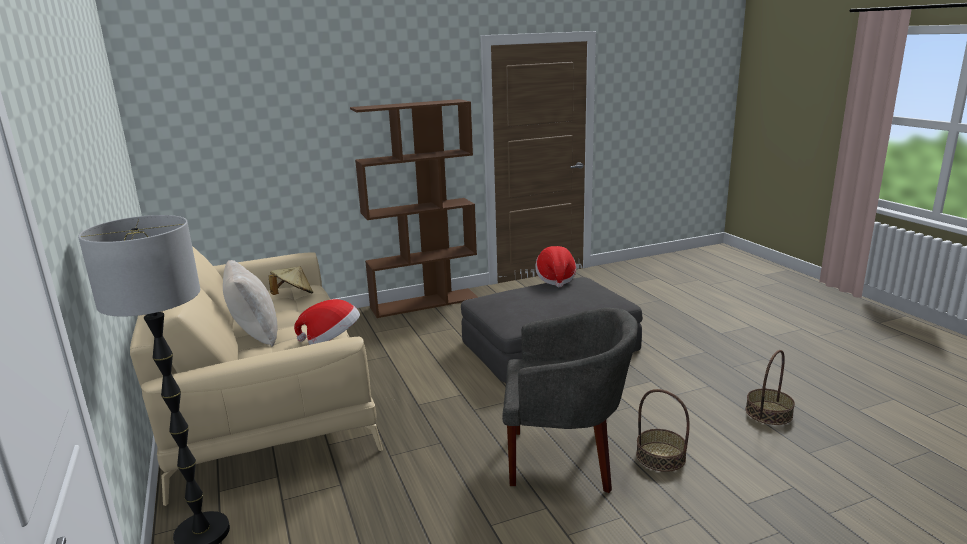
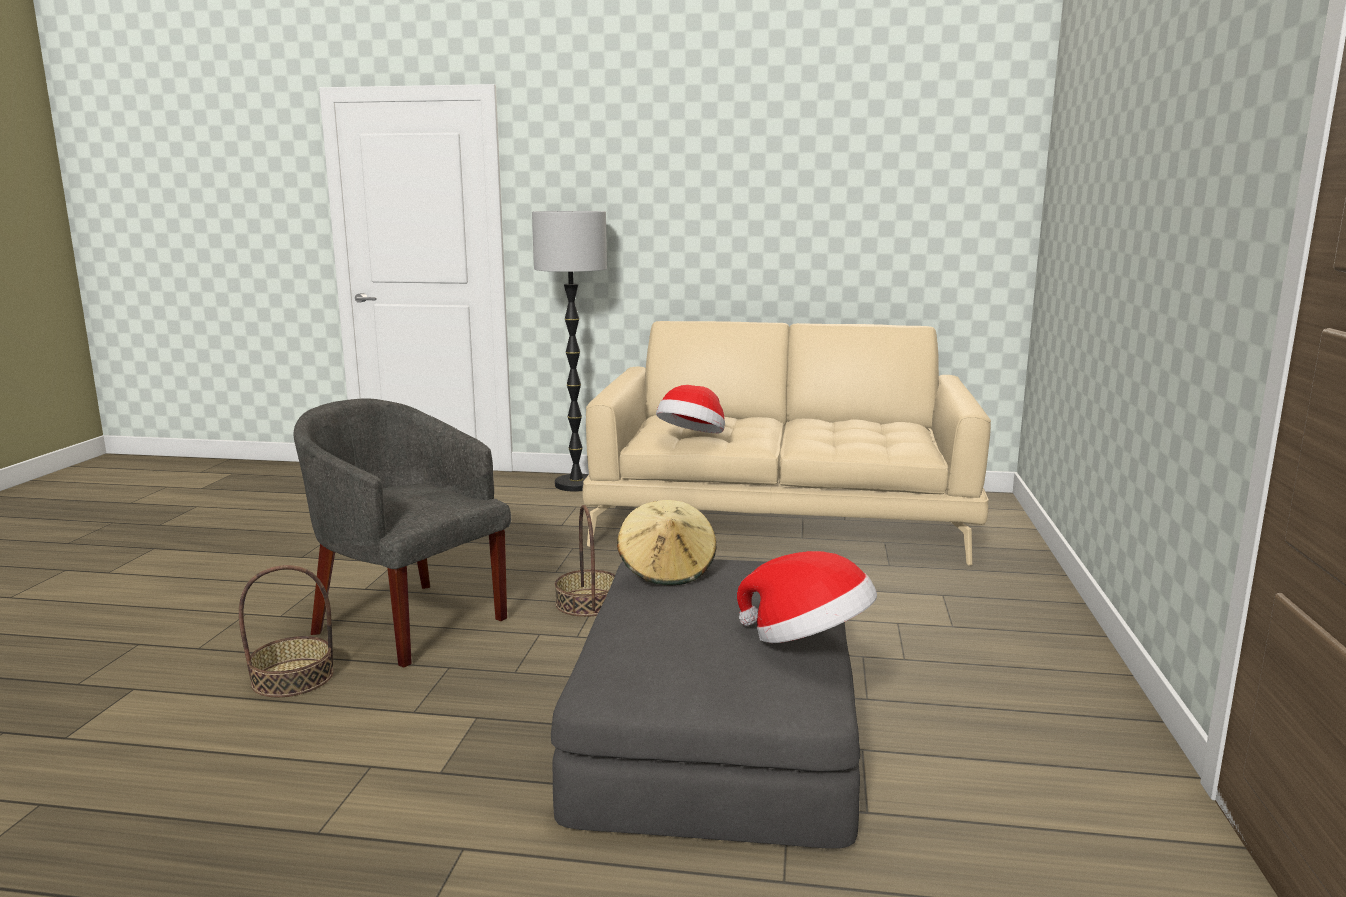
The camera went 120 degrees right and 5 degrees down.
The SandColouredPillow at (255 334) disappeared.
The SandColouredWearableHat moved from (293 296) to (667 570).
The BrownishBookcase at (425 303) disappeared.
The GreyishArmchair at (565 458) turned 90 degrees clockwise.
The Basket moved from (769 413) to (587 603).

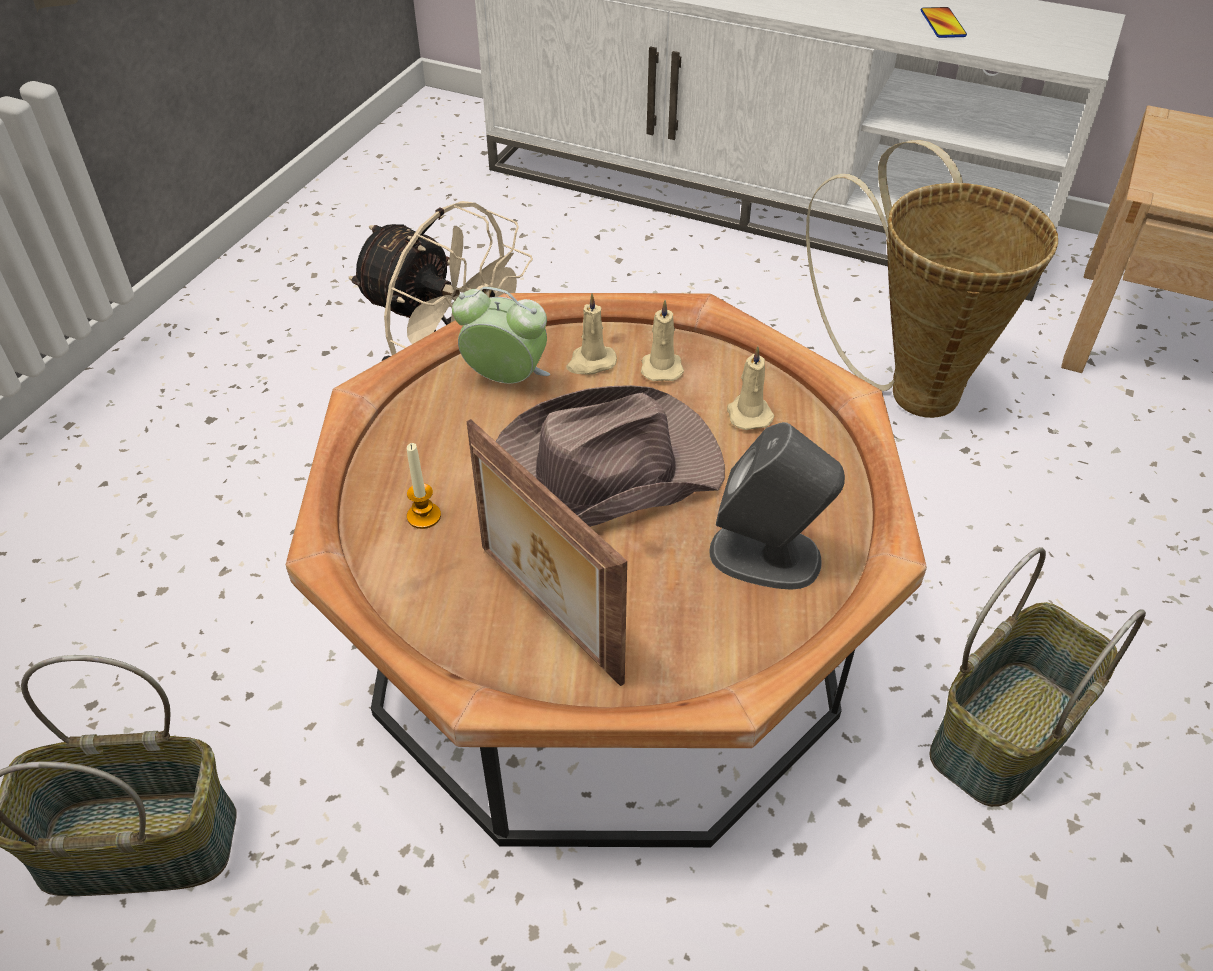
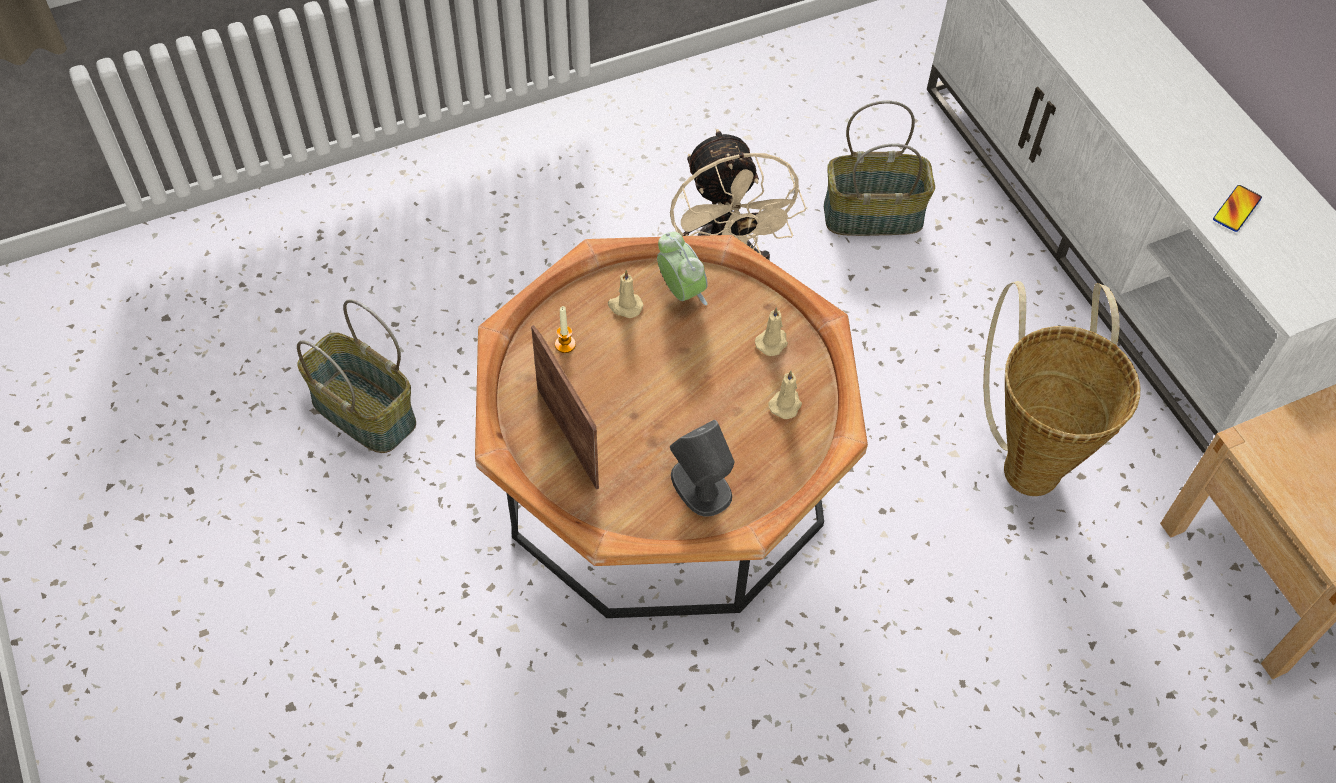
The camera went 40 degrees right and 10 degrees up.
The StandingFrame at (546 614) turned 150 degrees clockwise.
The BrownishWearableHat at (602 471) disappeared.
The SandColouredWaxLight moved from (590 362) to (625 306).
The Basket moved from (1004 730) to (873 214).

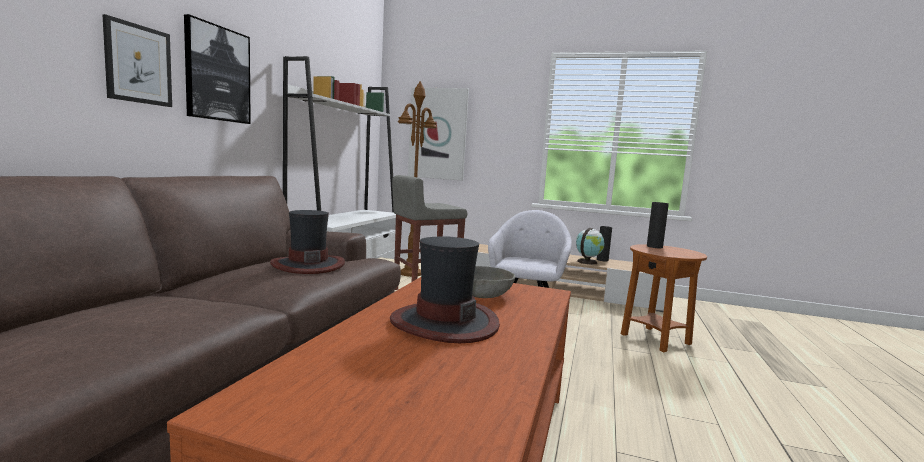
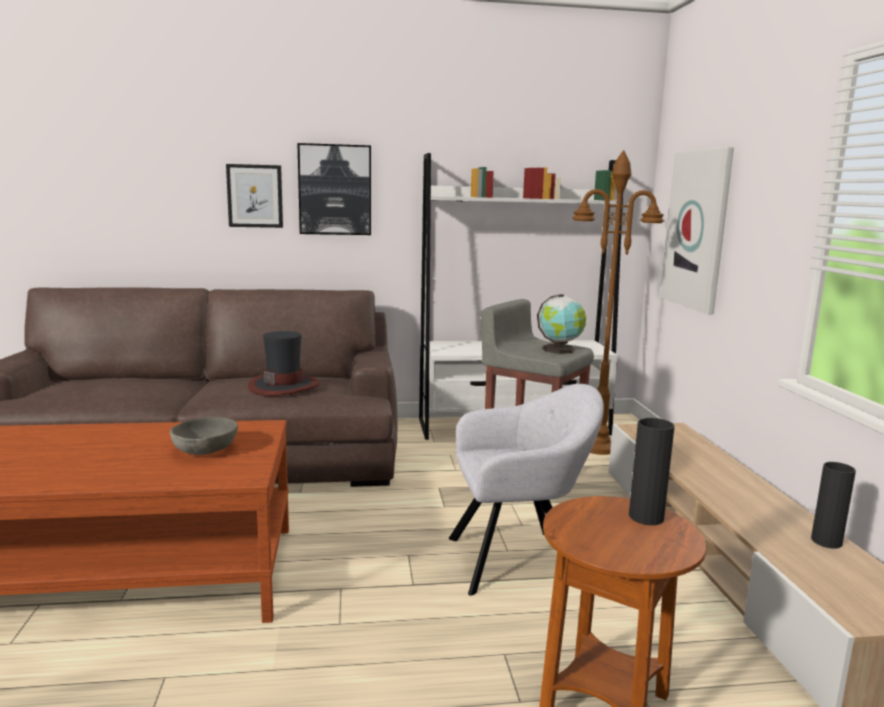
The camera went 65 degrees right and 5 degrees up.
The WearableHat at (444 322) disappeared.
The Globe moved from (587 262) to (560 350).

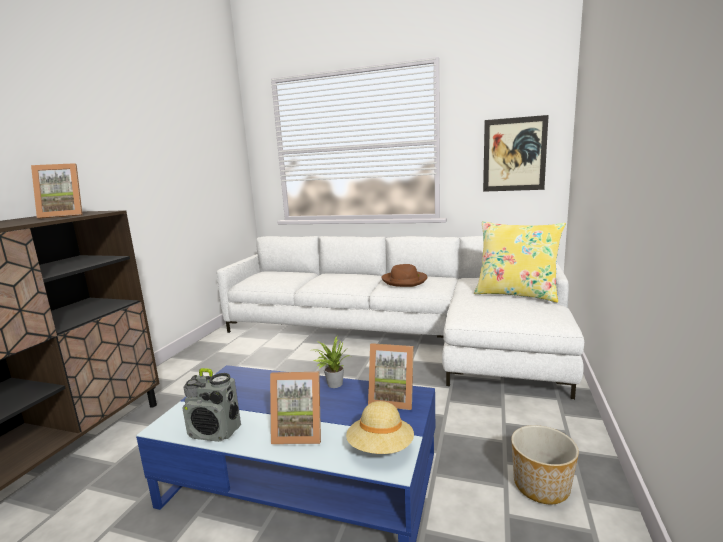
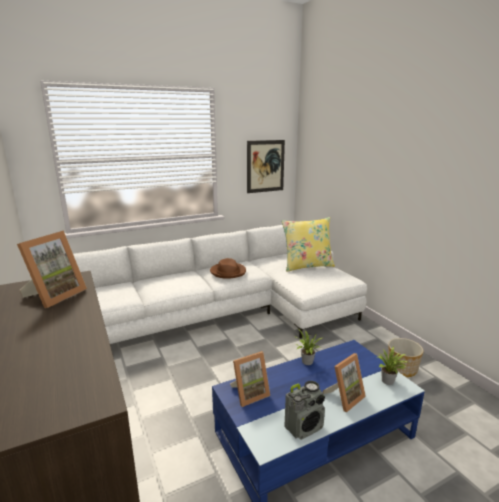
The camera went 45 degrees left and 5 degrees up.
The SandColouredWearableHat at (381 448) was replaced by the PottedPlant at (389 382).
The StandingFrame moved from (392 399) to (249 394).

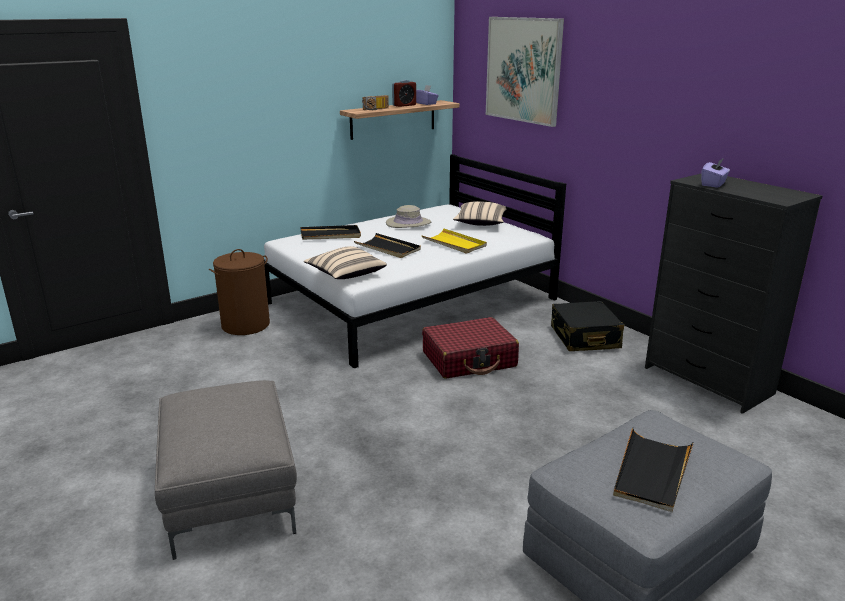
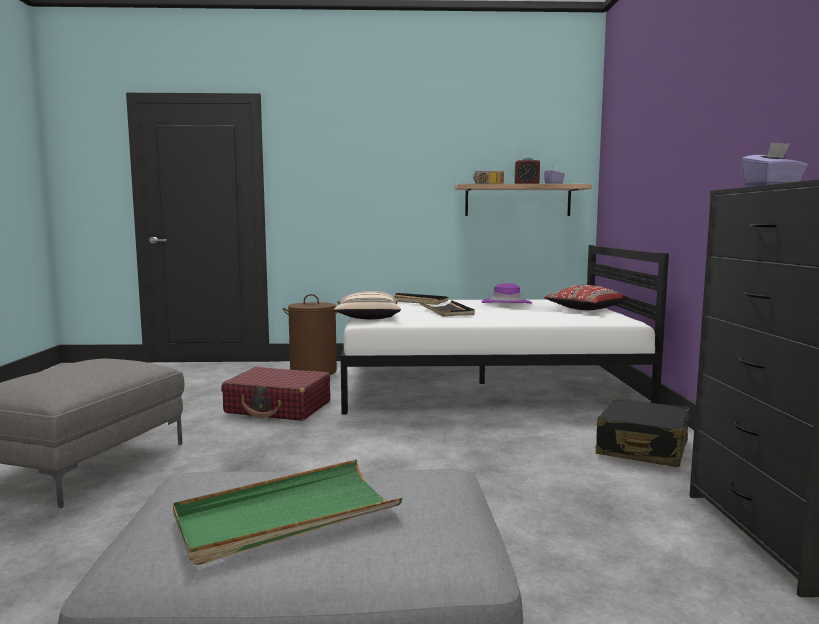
The camera went 35 degrees right and 15 degrees down.
The SandColouredWearableHat at (408 223) became the PurpleWearableHat at (506 303).
The YellowColouredCarryingTray at (454 243) disappeared.
The RedColouredTravelCase moved from (469 359) to (278 407).
The SandColouredPillow at (480 223) became the RedColouredPillow at (584 310).
The WallPicture at (523 70) disappeared.
The BlackColouredCarryingTray at (651 472) became the GreenCarryingTray at (286 516).

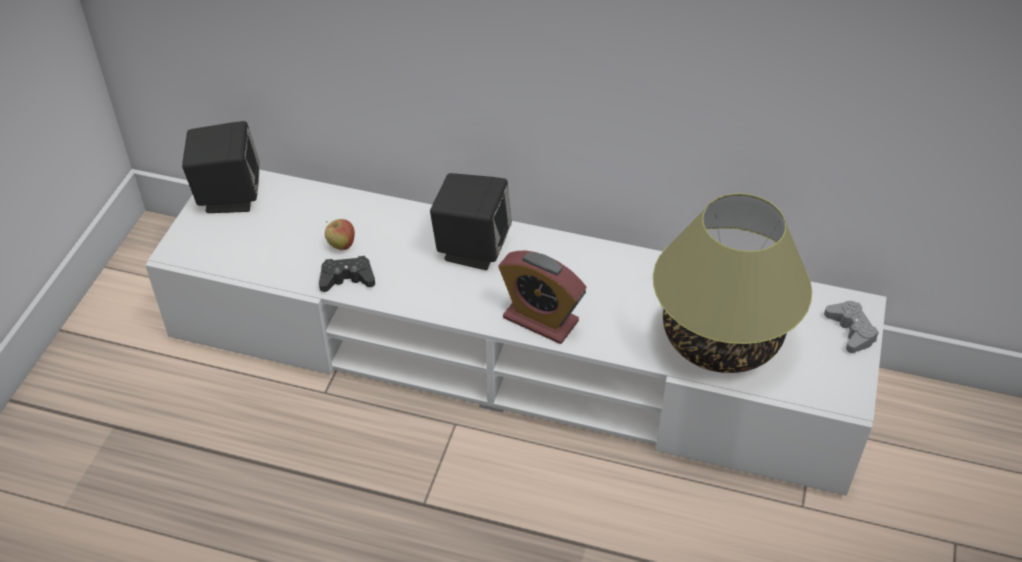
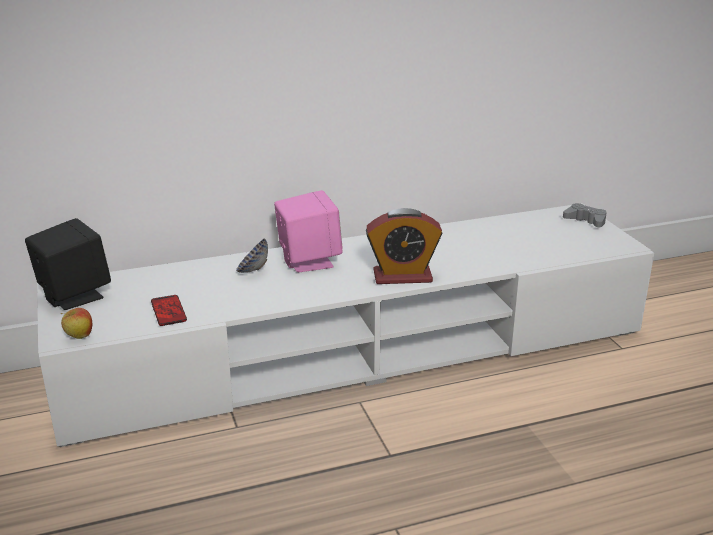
The camera went 35 degrees left and 20 degrees down.
The BlackColouredGameController at (347 279) disappeared.
The WholeApple moved from (341 245) to (79 337).
The BlackColouredAudioSpeaker at (472 247) became the PinkAudioSpeaker at (308 261).
The LampForATable at (722 339) disappeared.
The Telephone at (168 311) appeared.
The Bowl at (253 270) appeared.

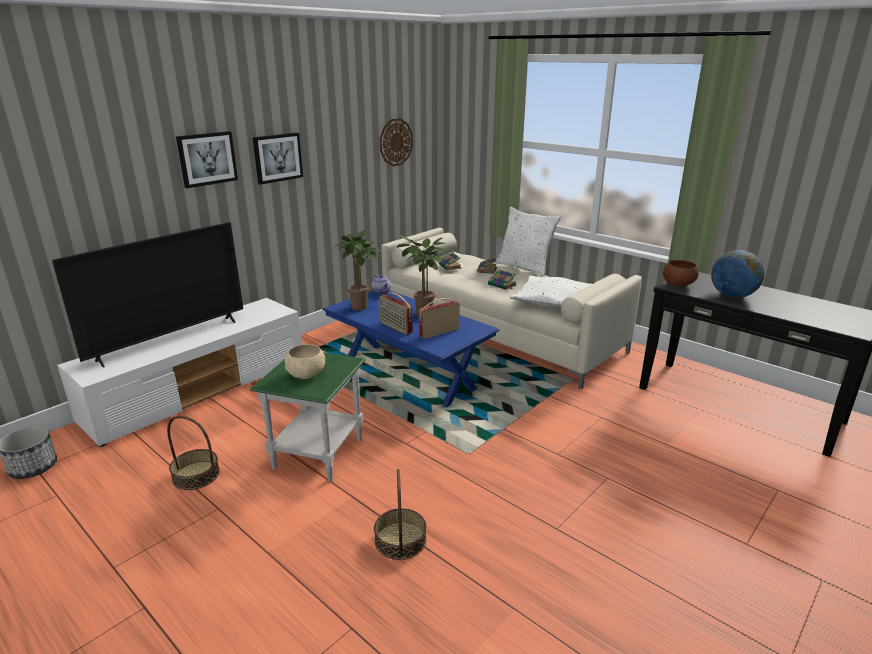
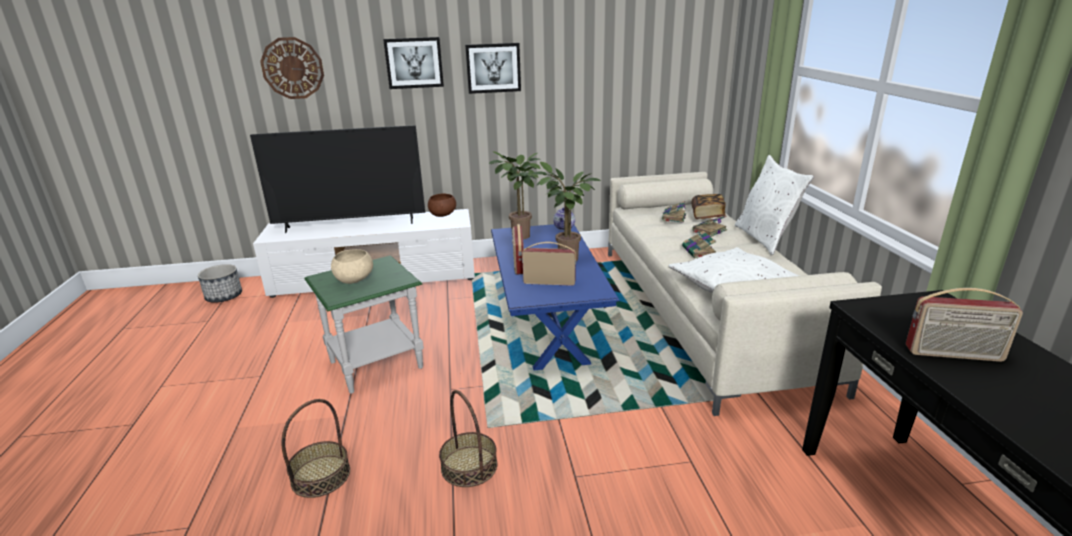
The camera went 40 degrees right and 0 degrees up.
The Basket moved from (196 475) to (469 466).
The ClockOnTheWall moved from (395 142) to (292 68).
The BrownishBowl moved from (678 285) to (443 215).
The Globe at (732 296) was replaced by the RadioSet at (954 355).
The Volume at (707 215) appeared.

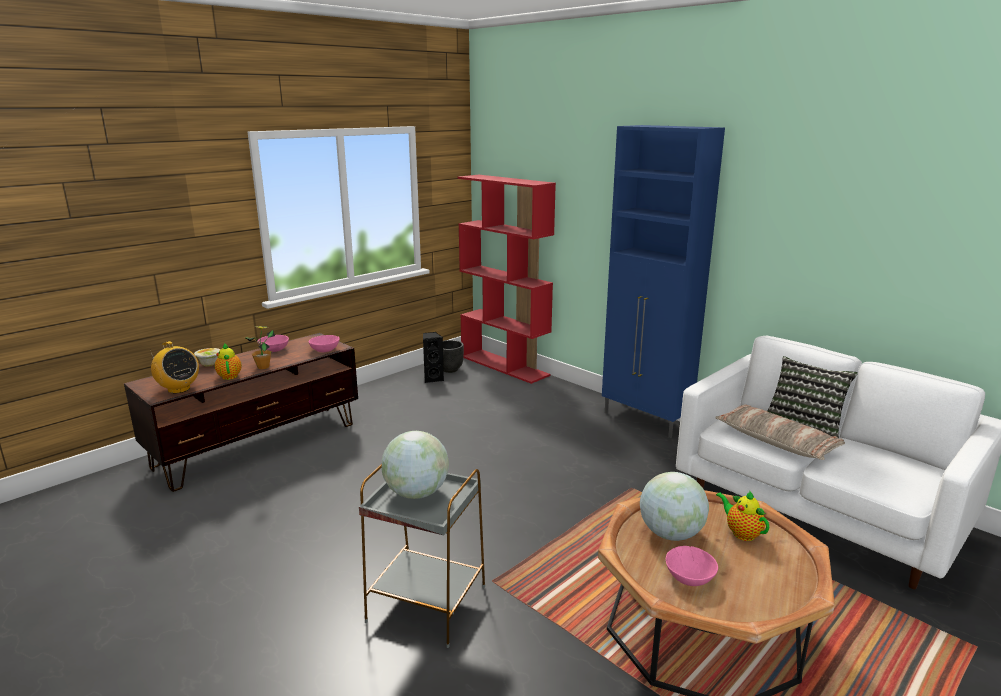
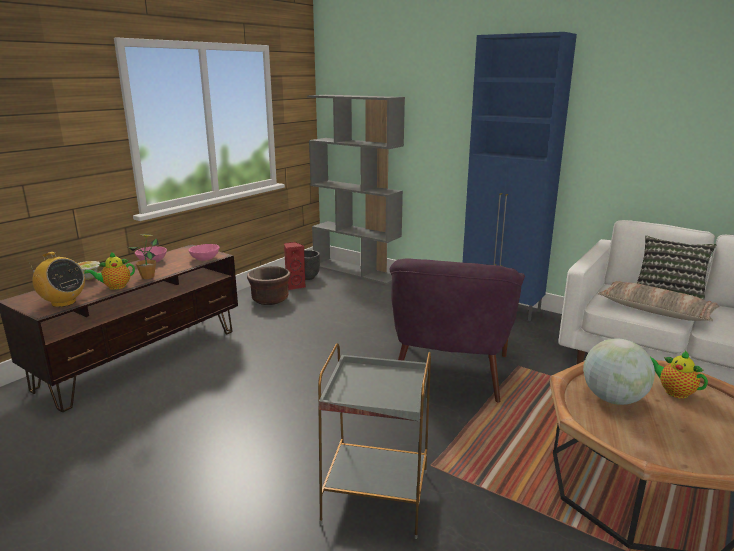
The camera went 10 degrees left and 0 degrees up.
The Teapot at (229 376) turned 90 degrees counterclockwise.
The Globe at (417 493) disappeared.
The BlackColouredAudioSpeaker at (433 378) became the RedColouredAudioSpeaker at (294 286).
The RedColouredBookcase at (505 366) became the GreyishBookcase at (356 271).
The PinkBowl at (690 577) disappeared.
The BrownishPlanter at (270 300) appeared.
The PurpleArmchair at (449 371) appeared.

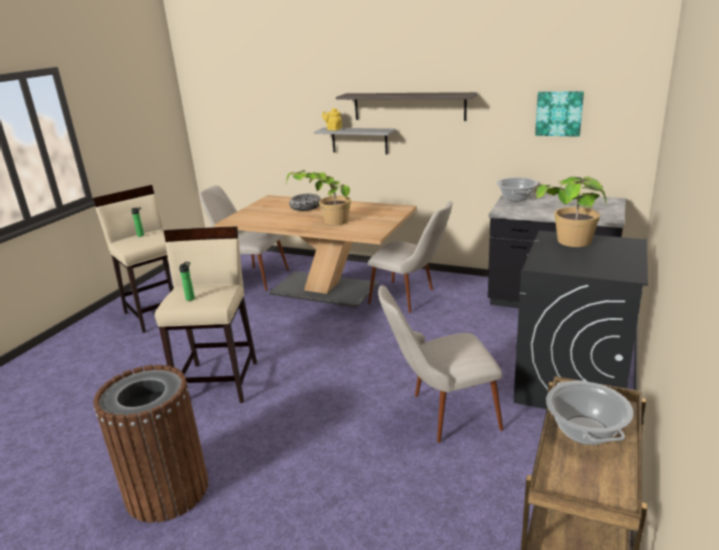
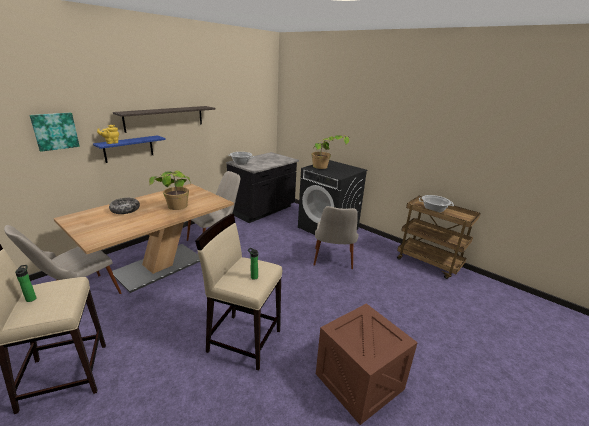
The camera went 75 degrees left and 0 degrees up.
The BrownishTrashCan at (167 490) was replaced by the PackingCrate at (359 381).
The GreyishWallShelf at (359 140) became the BlueColouredWallShelf at (128 149).
The WallPicture moved from (559 113) to (55 131).

